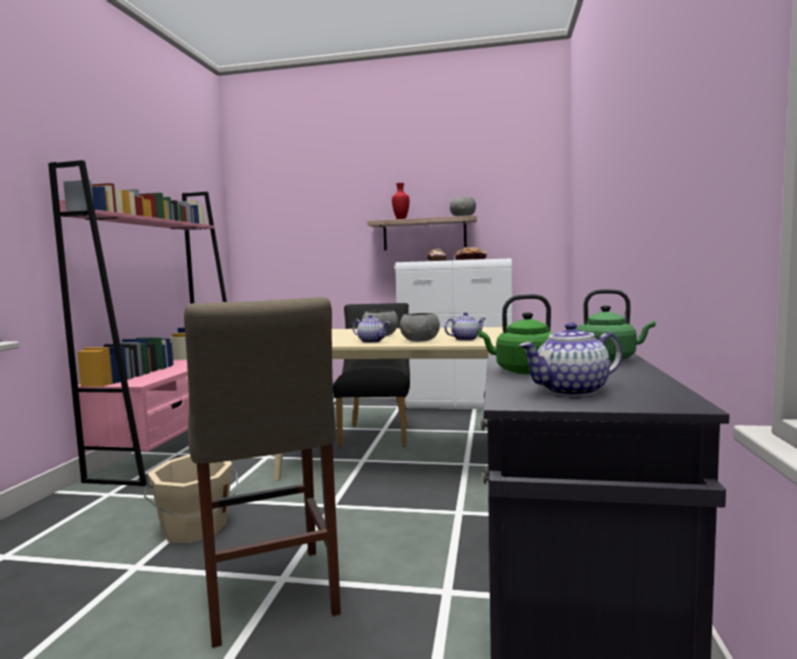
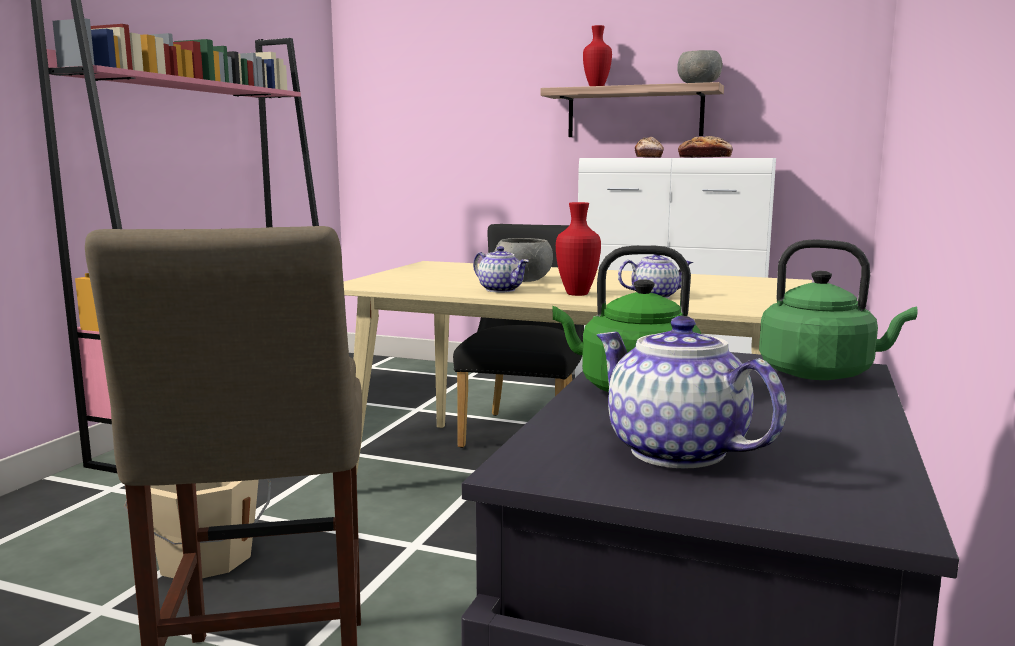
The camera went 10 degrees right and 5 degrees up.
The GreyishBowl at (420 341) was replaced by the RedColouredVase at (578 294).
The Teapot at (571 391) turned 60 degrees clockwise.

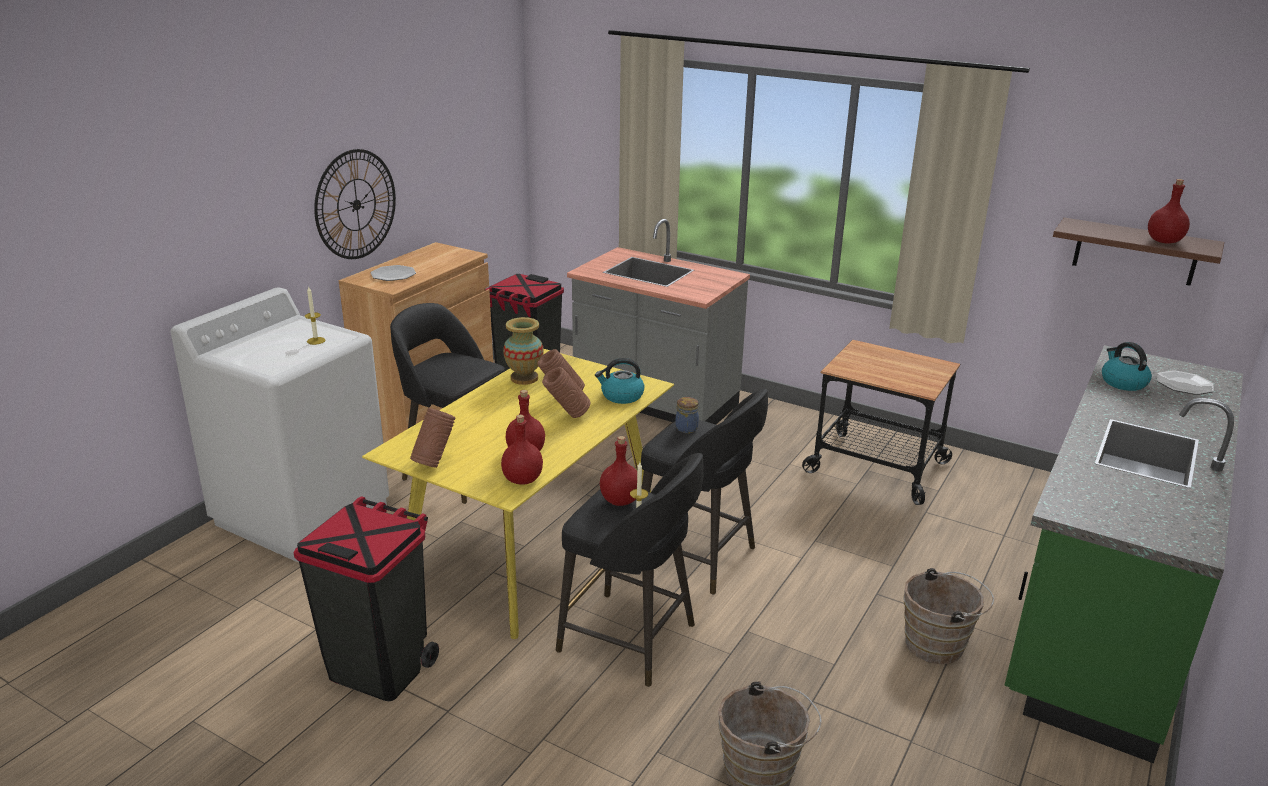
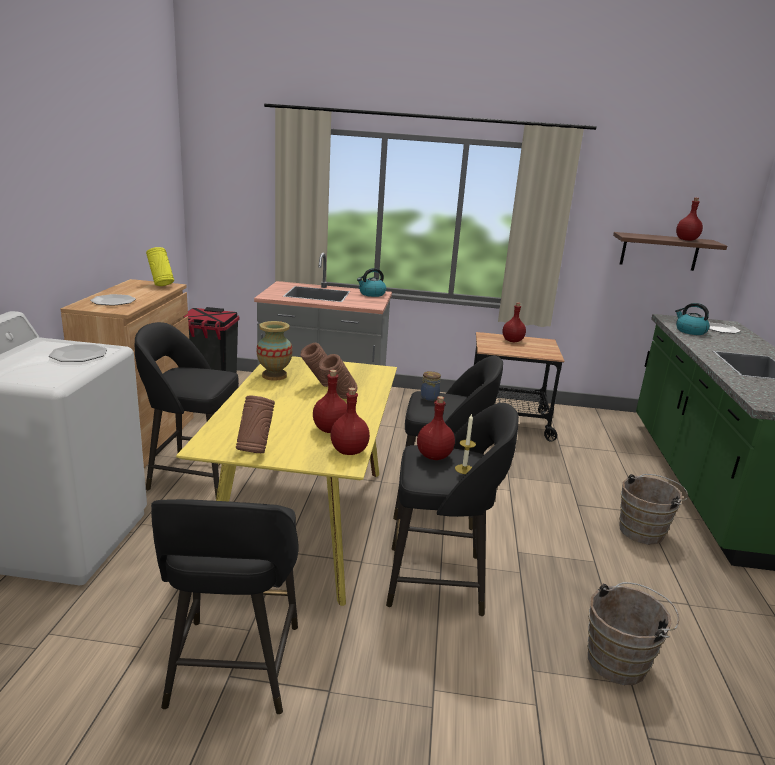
The camera went 25 degrees left and 5 degrees down.
The BlackColouredTrashCan at (379 668) was replaced by the BlackColouredStool at (233 668).
The WaxLight at (316 341) was replaced by the DinnerPlate at (78 355).
The ClockOnTheWall at (356 204) disappeared.
The TeaKettle moved from (621 396) to (371 294).
The YellowColouredVase at (161 285) appeared.
The RedColouredBeverageBottle at (513 341) appeared.

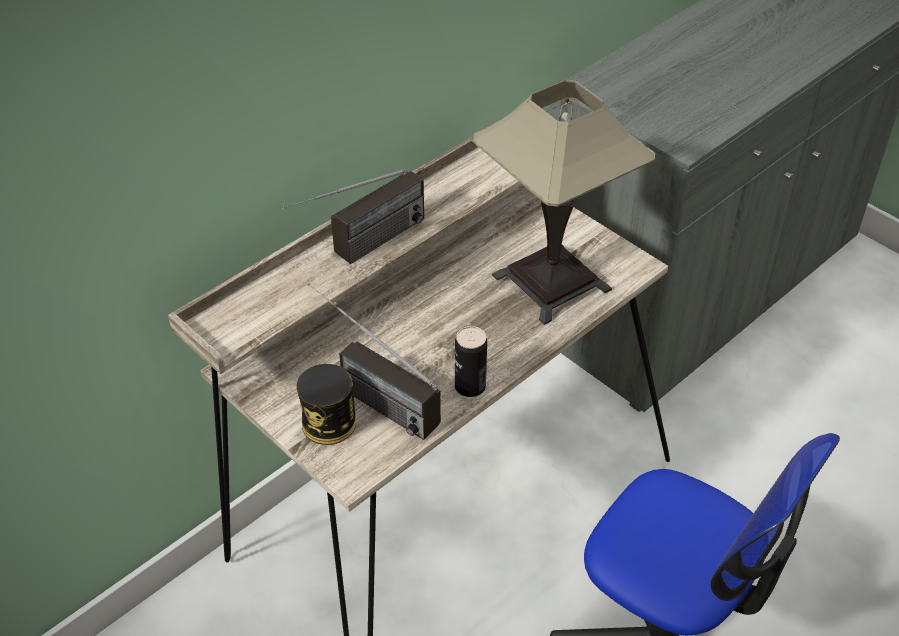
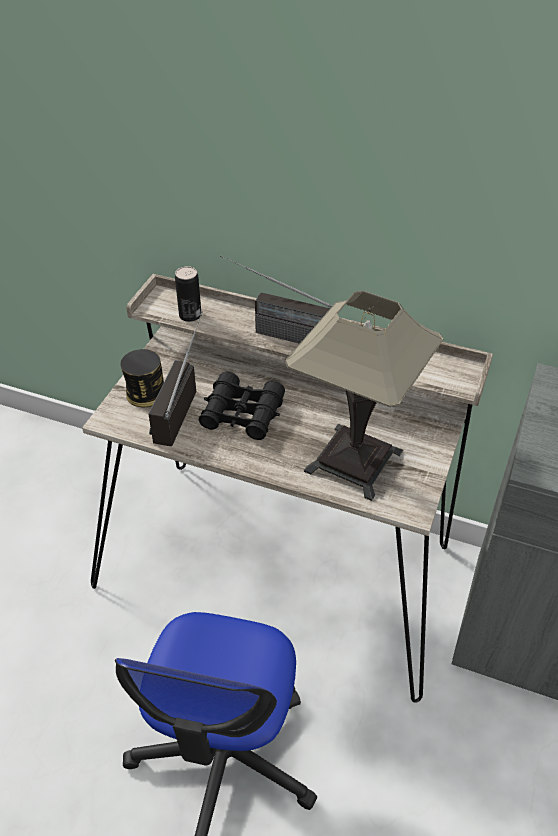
The camera went 65 degrees right and 0 degrees up.
The MetalCan moved from (470 386) to (190 315).
The BlackColouredBinoculars at (242 414) appeared.

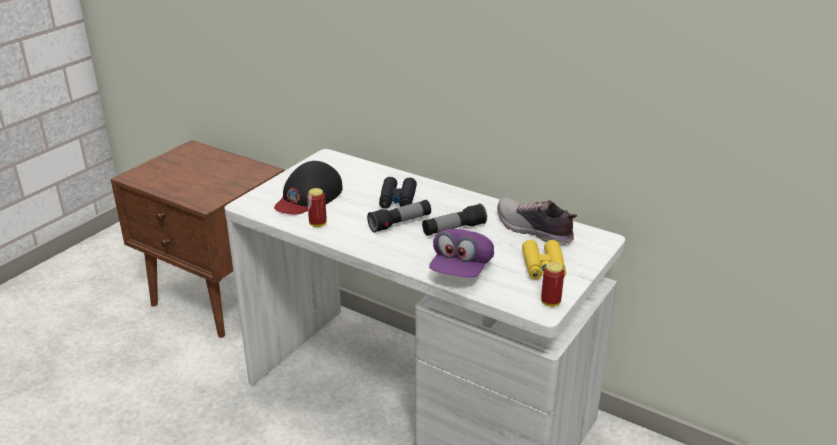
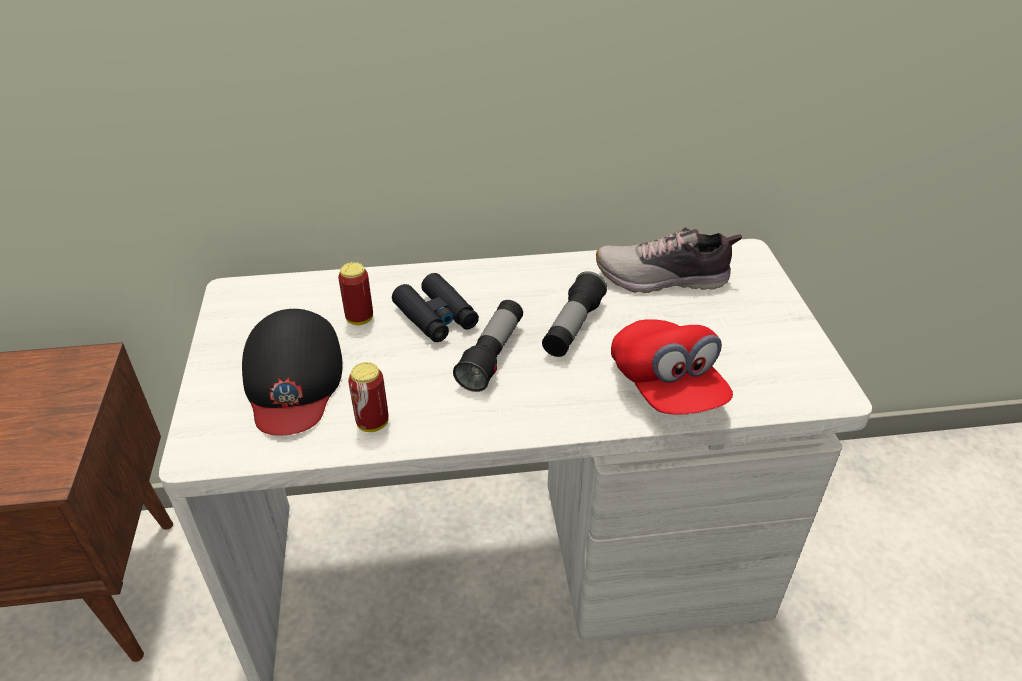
The camera went 40 degrees left and 10 degrees up.
The PurpleBaseballCap at (461 269) became the RedColouredBaseballCap at (666 387).
The YellowColouredBinoculars at (543 266) disappeared.
The MetalCan moved from (550 302) to (359 318).

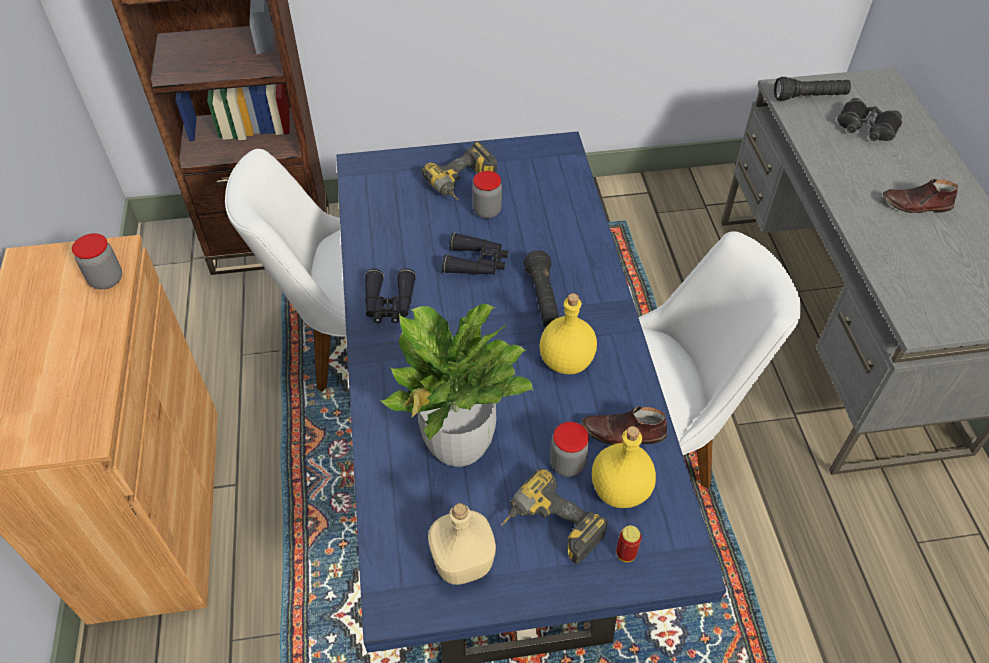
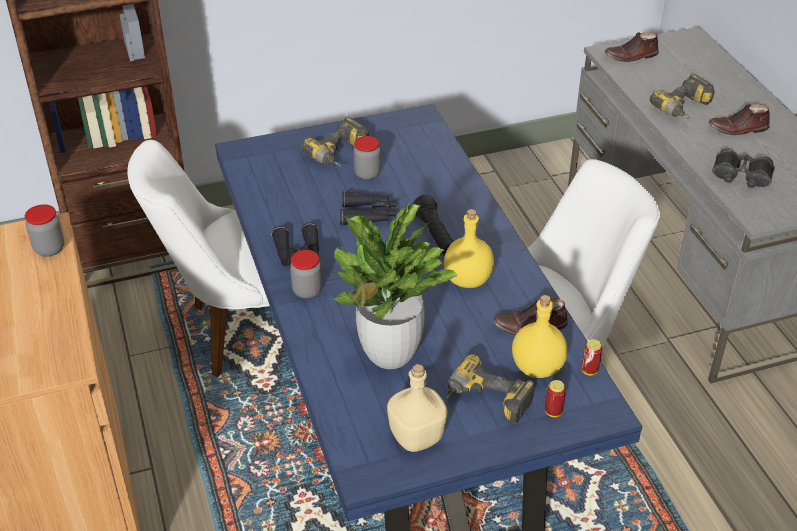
The camera went 10 degrees left and 10 degrees down.
The StorageJar moved from (567 464) to (307 291).
The BlackColouredFlashlight at (809 97) was replaced by the BrownishShoe at (631 56).
The BlackColouredBinoculars moved from (866 128) to (741 176).
The MetalCan at (589 370) appeared.
The PowerDrill at (684 110) appeared.

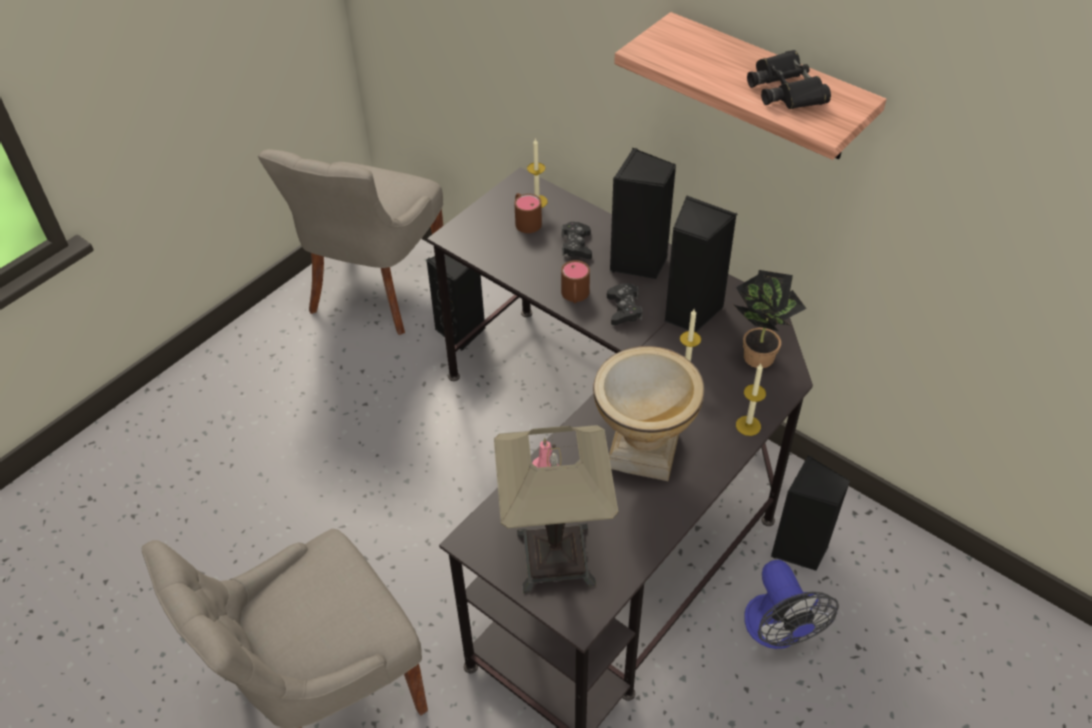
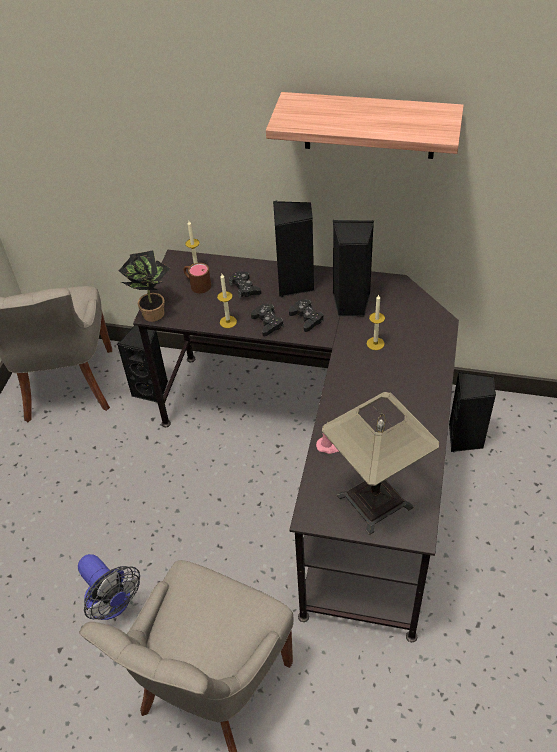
The camera went 25 degrees left and 0 degrees up.
The BrownishMug at (575 296) was replaced by the BlackColouredGameController at (267 323).
The Vase at (643 451) disappeared.
The PottedPlant moved from (757 353) to (152 311).
The WaxLight moved from (748 425) to (228 322).
The ElectricFan moved from (778 631) to (112 604).
The BlackColouredBinoculars at (786 89) disappeared.

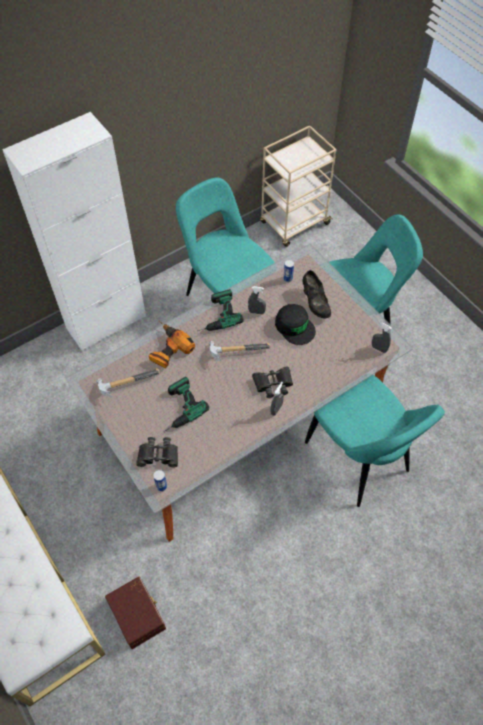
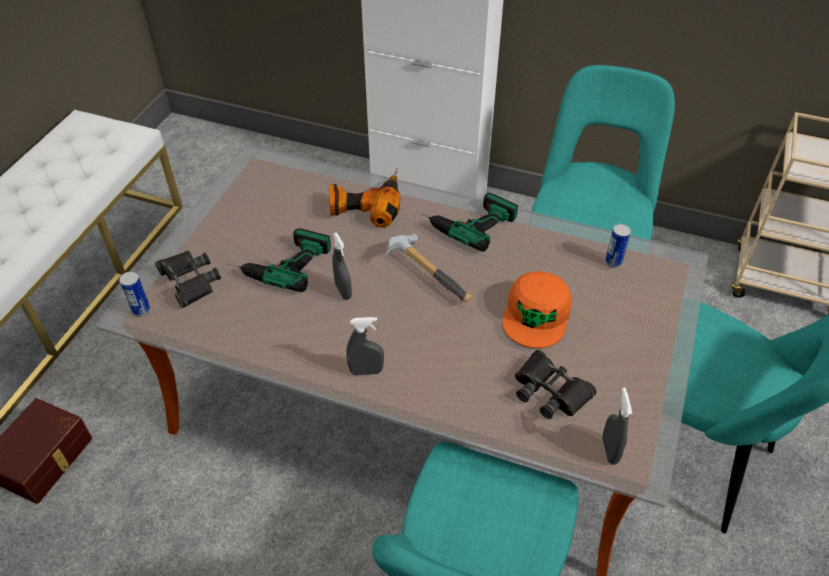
The camera went 55 degrees right and 10 degrees down.
The HandHammer at (126 382) disappeared.
The GreyishSprayBottle moved from (256 312) to (343 291).
The BlackColouredBinoculars moved from (273 384) to (550 391).
The BlackColouredBaseballCap at (295 326) became the OrangeBaseballCap at (537 315).
The BlackColouredShoe at (315 303) disappeared.

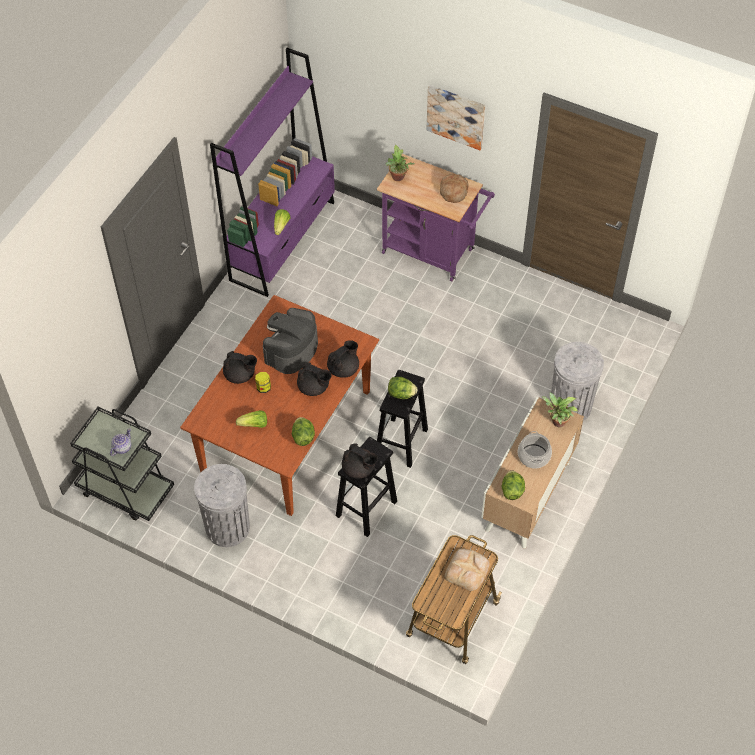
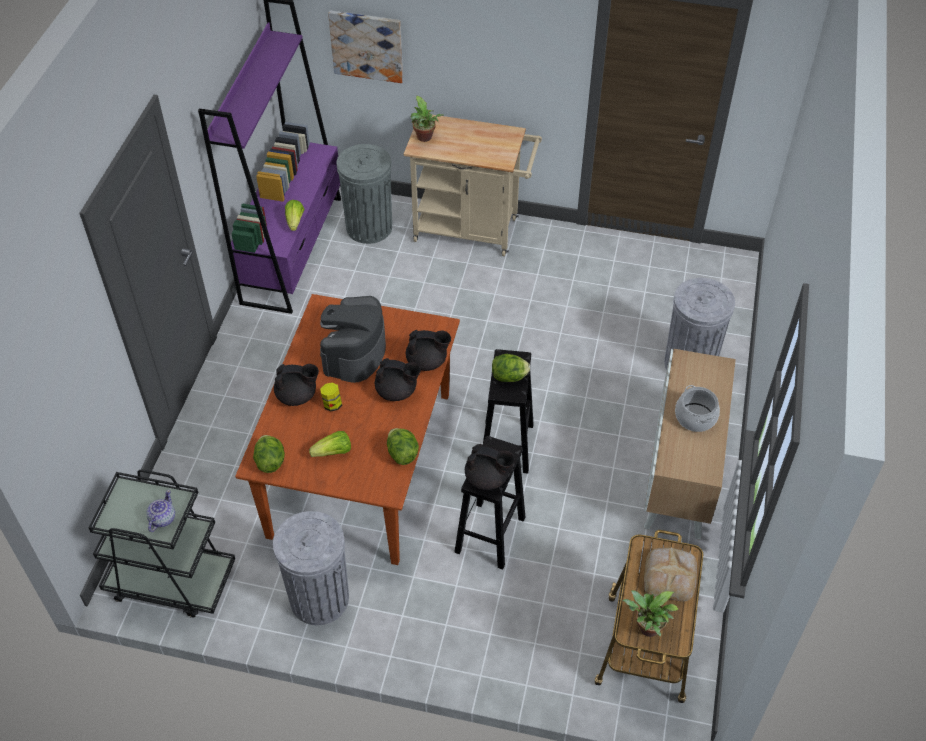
The camera went 15 degrees left and 5 degrees down.
The BlackColouredTeapot at (343 368) turned 60 degrees clockwise.
The PurpleCart at (433 253) became the SandColouredCart at (472 230).
The WallPicture moved from (456 116) to (367 45).
The BakeryBread at (453 191) disappeared.
The HeadOfLettuce moved from (512 490) to (270 461).
The PottedPlant moved from (557 422) to (646 629).
The GreyishTrashCan at (369 227) appeared.

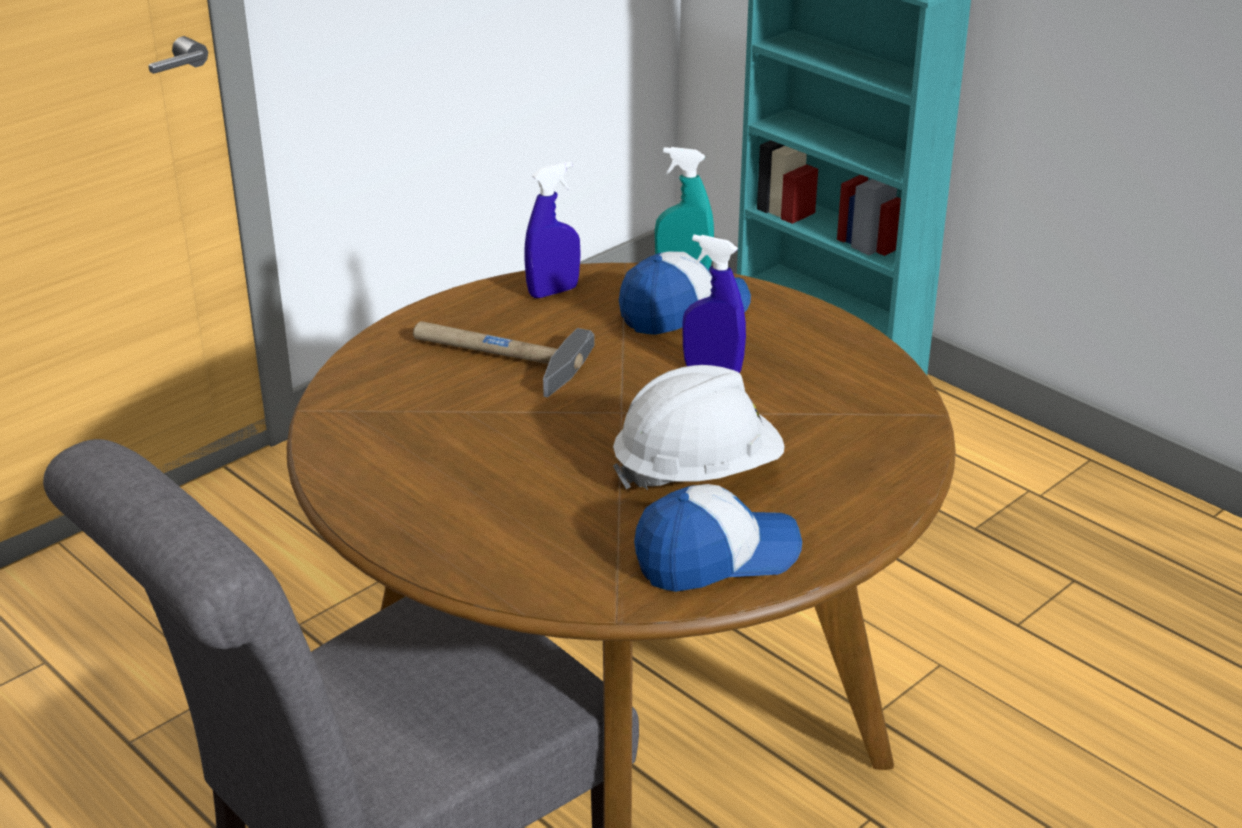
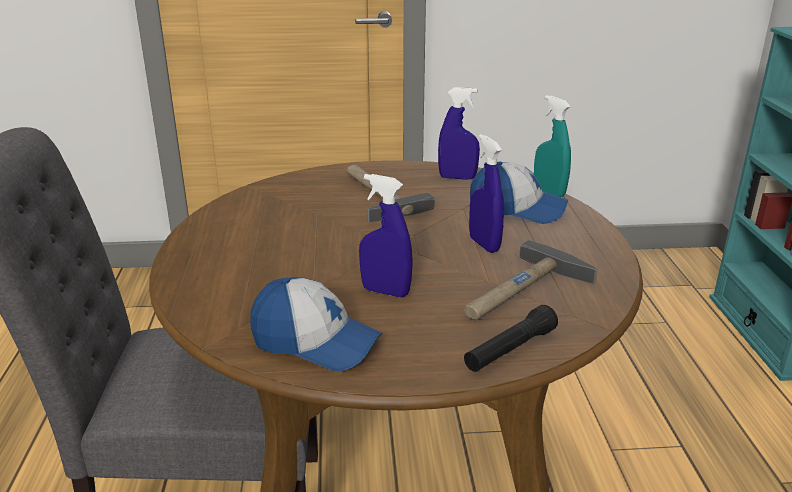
The camera went 40 degrees right and 5 degrees down.
The WhiteSafetyHelmet at (697 472) was replaced by the BlueColouredSprayBottle at (385 292).
The HandHammer at (521 292) appeared.
The BlackColouredFlashlight at (510 350) appeared.

